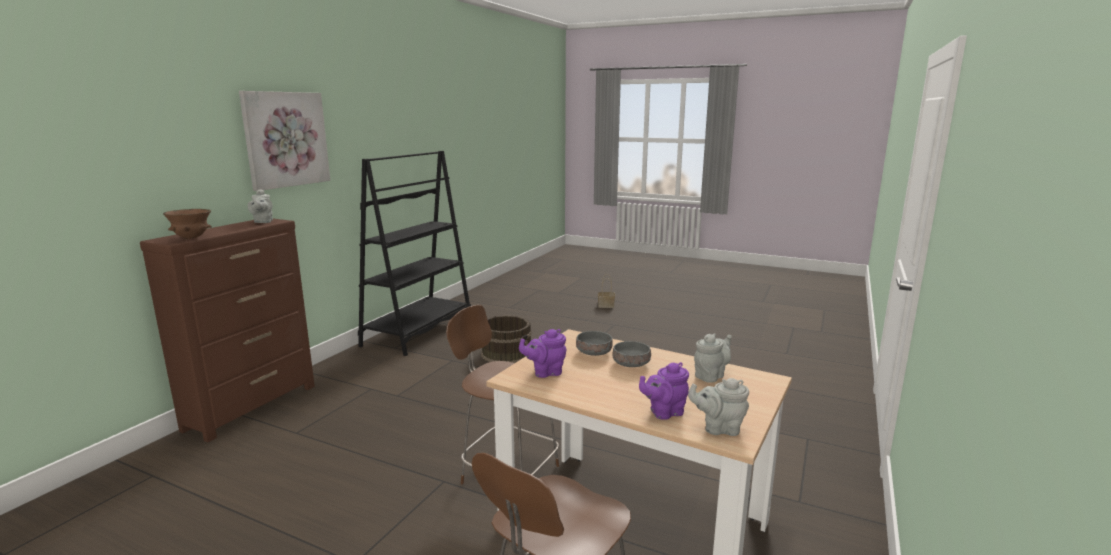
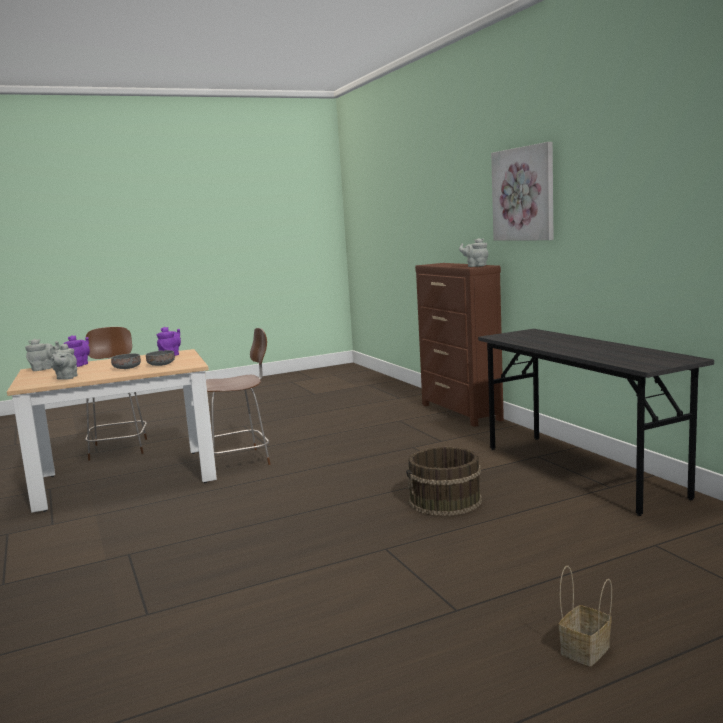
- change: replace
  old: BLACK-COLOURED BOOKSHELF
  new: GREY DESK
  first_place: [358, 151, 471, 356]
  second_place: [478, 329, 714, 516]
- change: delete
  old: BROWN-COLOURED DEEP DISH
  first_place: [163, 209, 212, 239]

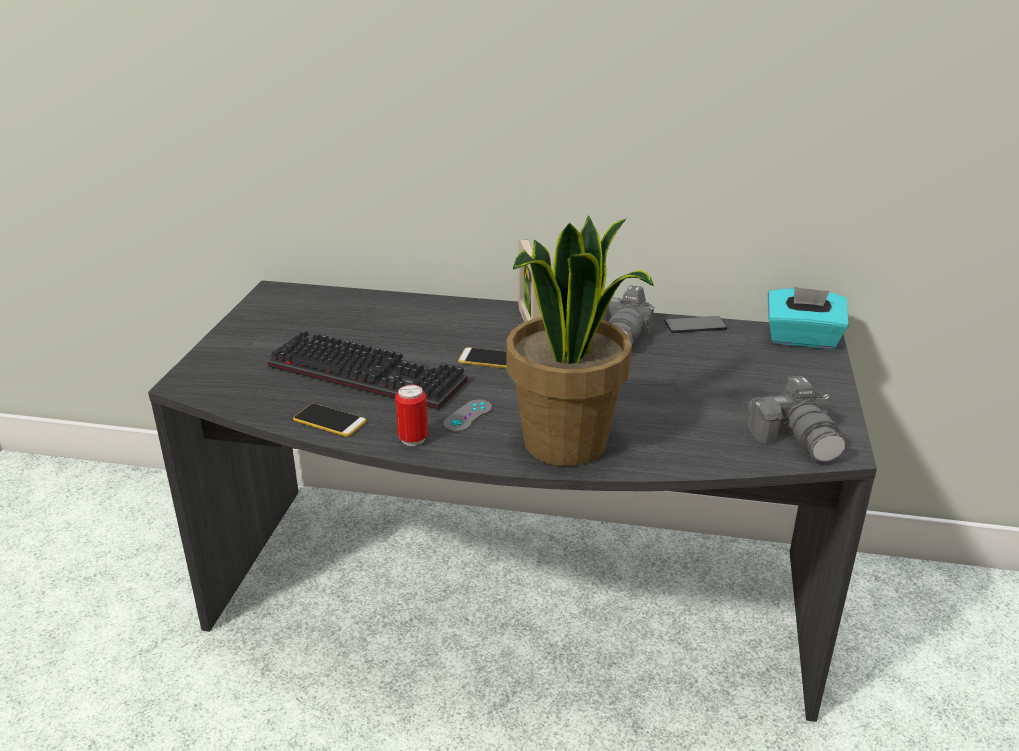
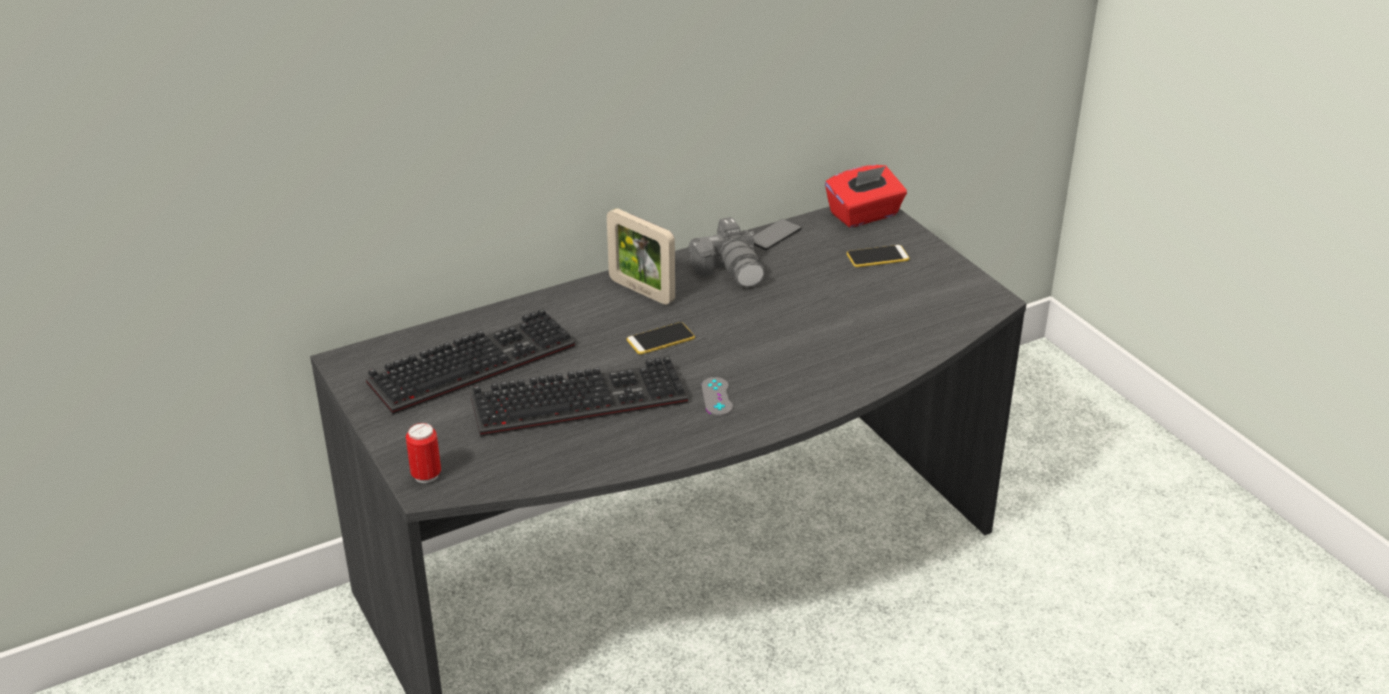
- change: insert
  new: COMPUTER KEYBOARD
  second_place: [366, 309, 575, 415]
- change: move
  old: CAN
  first_place: [395, 384, 428, 446]
  second_place: [406, 423, 441, 483]
- change: recolor
  old: TURQUOISE TISSUE BOX
  new: RED TISSUE BOX
  first_place: [768, 287, 849, 349]
  second_place: [825, 165, 907, 228]
- change: move
  old: PHONE
  first_place: [293, 403, 367, 437]
  second_place: [846, 245, 910, 267]
- change: delete
  old: HOUSEPLANT
  first_place: [507, 215, 654, 466]
- change: delete
  old: PHOTO CAMERA
  first_place: [747, 376, 846, 462]

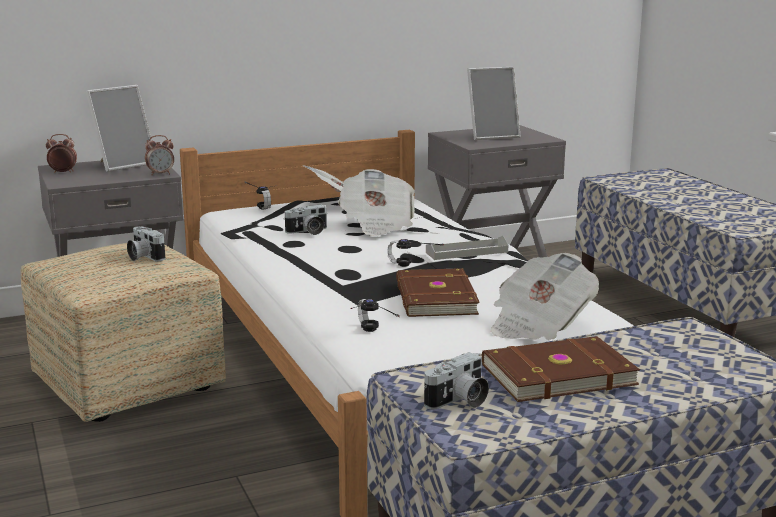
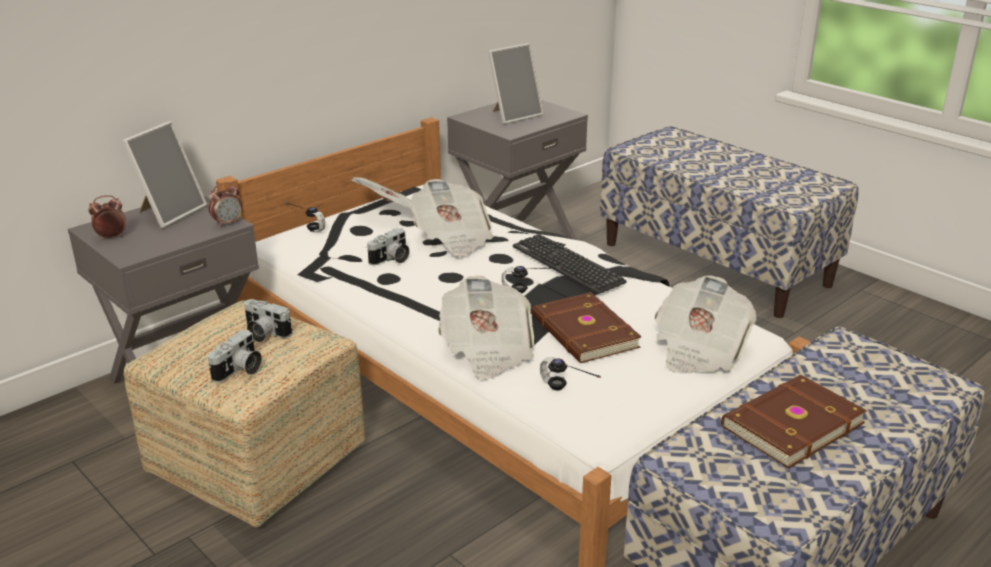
- change: move
  old: PHOTO CAMERA
  first_place: [424, 352, 489, 409]
  second_place: [208, 330, 262, 383]
- change: insert
  new: NEWSPAPER
  second_place: [438, 276, 534, 380]
- change: replace
  old: GREY SERVING TRAY
  new: COMPUTER KEYBOARD
  first_place: [426, 236, 508, 260]
  second_place: [513, 234, 627, 294]

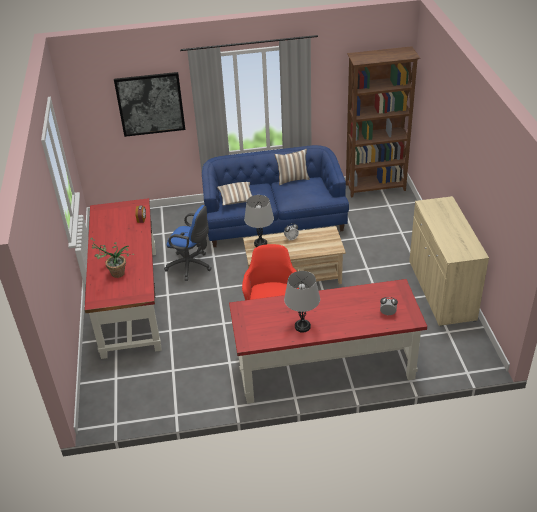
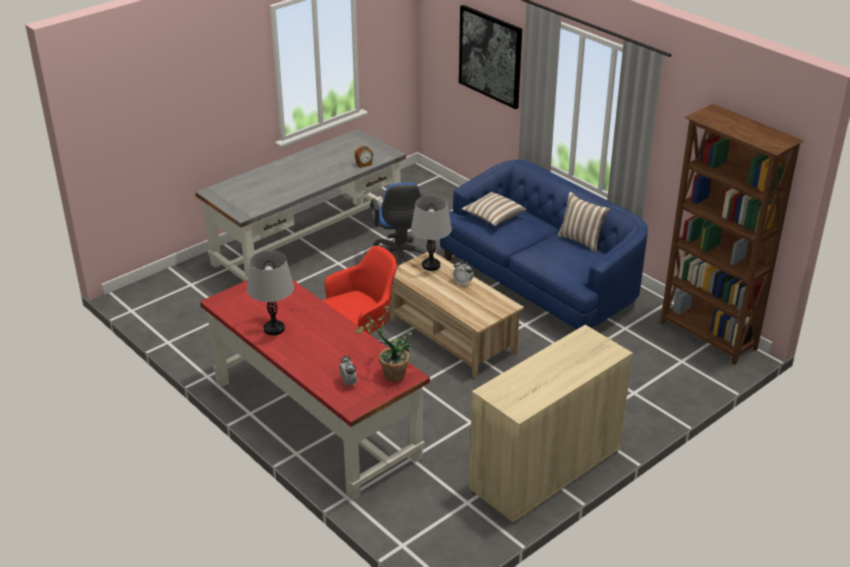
- change: recolor
  old: RED DESK
  new: GREY DESK
  first_place: [85, 198, 162, 359]
  second_place: [195, 129, 406, 281]
- change: move
  old: HOUSEPLANT
  first_place: [90, 238, 134, 278]
  second_place: [356, 306, 414, 381]

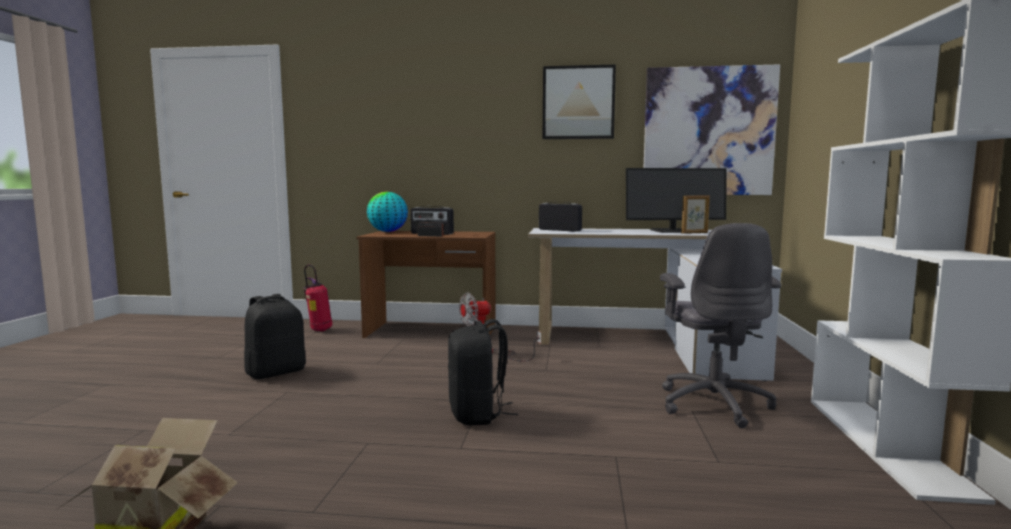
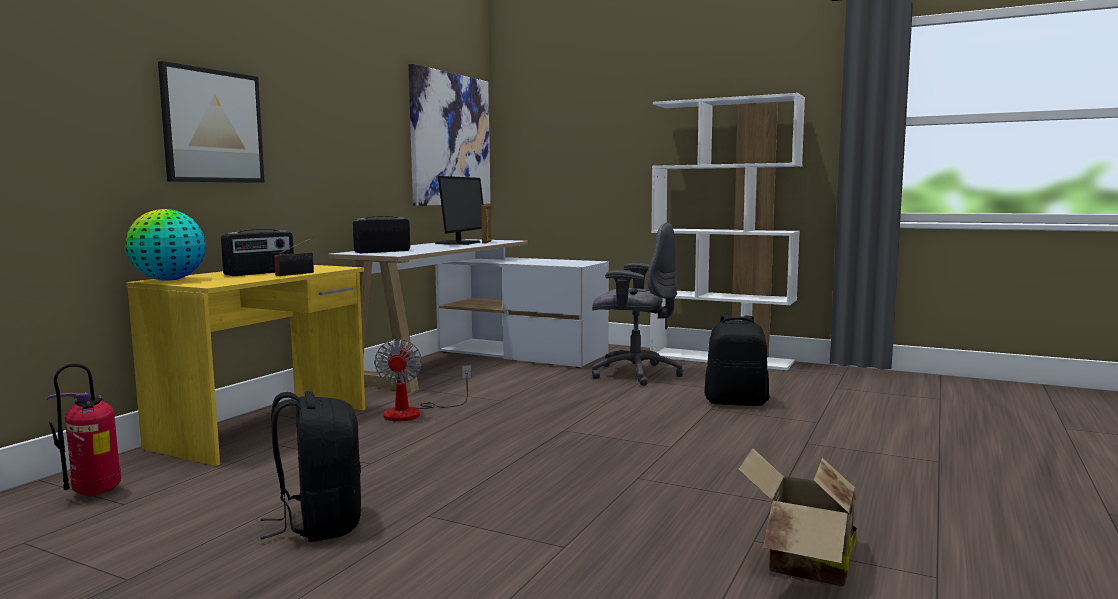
- change: recolor
  old: BROWN-COLOURED DESK
  new: YELLOW-COLOURED DESK
  first_place: [357, 231, 496, 338]
  second_place: [126, 265, 365, 466]
- change: move
  old: WALL ART
  first_place: [542, 64, 616, 139]
  second_place: [158, 61, 265, 183]
- change: move
  old: BLACK-COLOURED RUCKSACK
  first_place: [448, 319, 518, 425]
  second_place: [704, 315, 769, 406]

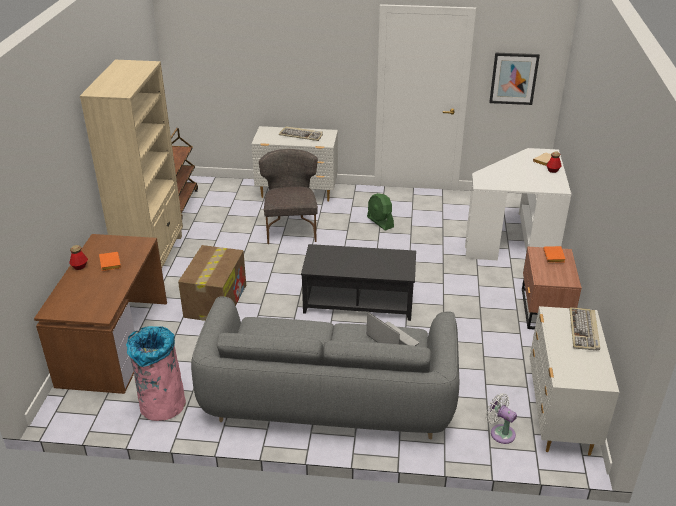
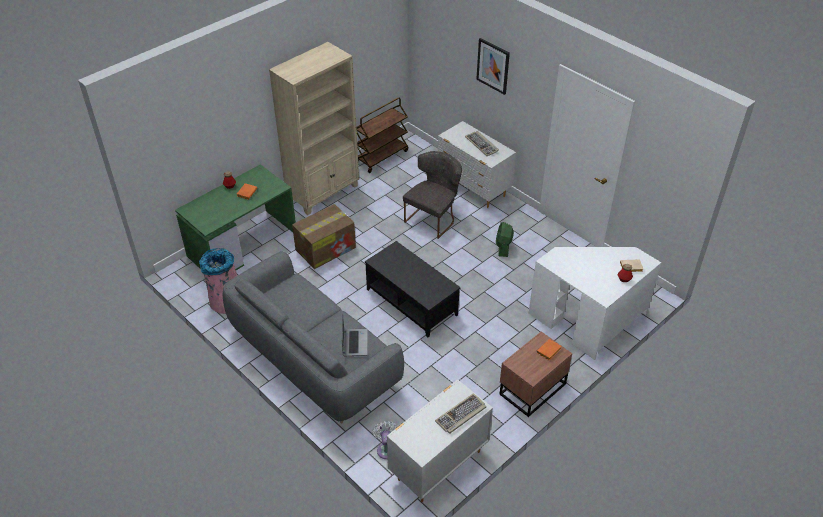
- change: recolor
  old: BROWN-COLOURED DESK
  new: GREEN DESK
  first_place: [34, 234, 167, 394]
  second_place: [175, 164, 296, 270]
- change: move
  old: WALL ART
  first_place: [489, 53, 540, 105]
  second_place: [476, 38, 510, 95]

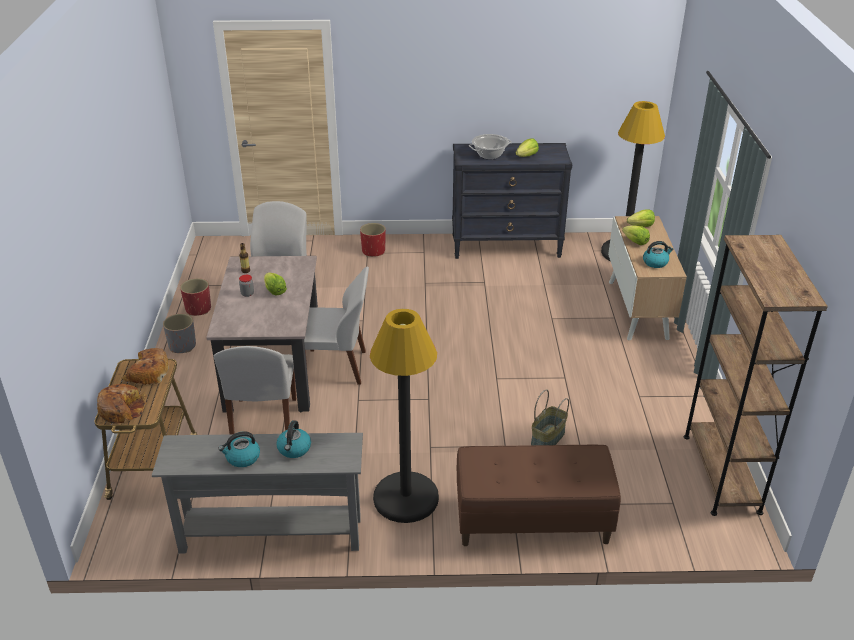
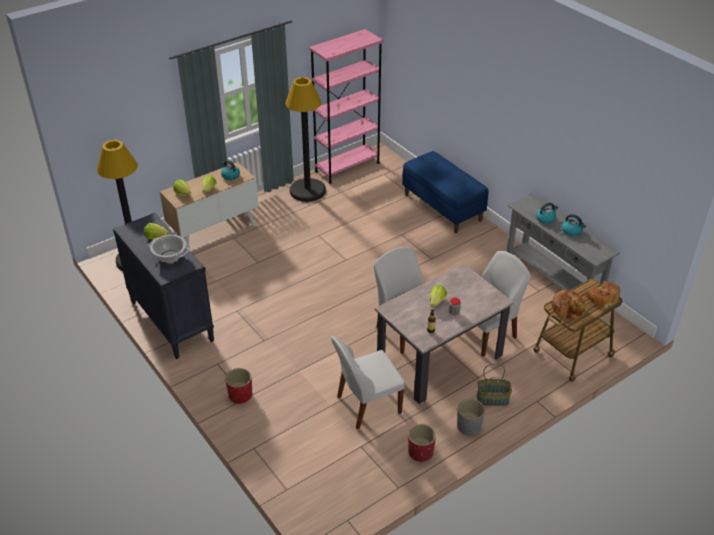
- change: move
  old: BLACK-COLOURED STANDING LAMP
  first_place: [370, 309, 439, 523]
  second_place: [285, 77, 326, 202]
- change: recolor
  old: BROWN-COLOURED BOOKSHELF
  new: PINK-COLOURED BOOKSHELF
  first_place: [684, 235, 828, 516]
  second_place: [309, 29, 384, 184]
- change: recolor
  old: BROWN-COLOURED INDOOR BENCH
  new: BLUE INDOOR BENCH
  first_place: [457, 444, 621, 546]
  second_place: [402, 151, 488, 233]
- change: move
  old: BASKET
  first_place: [531, 389, 569, 445]
  second_place: [477, 363, 512, 406]

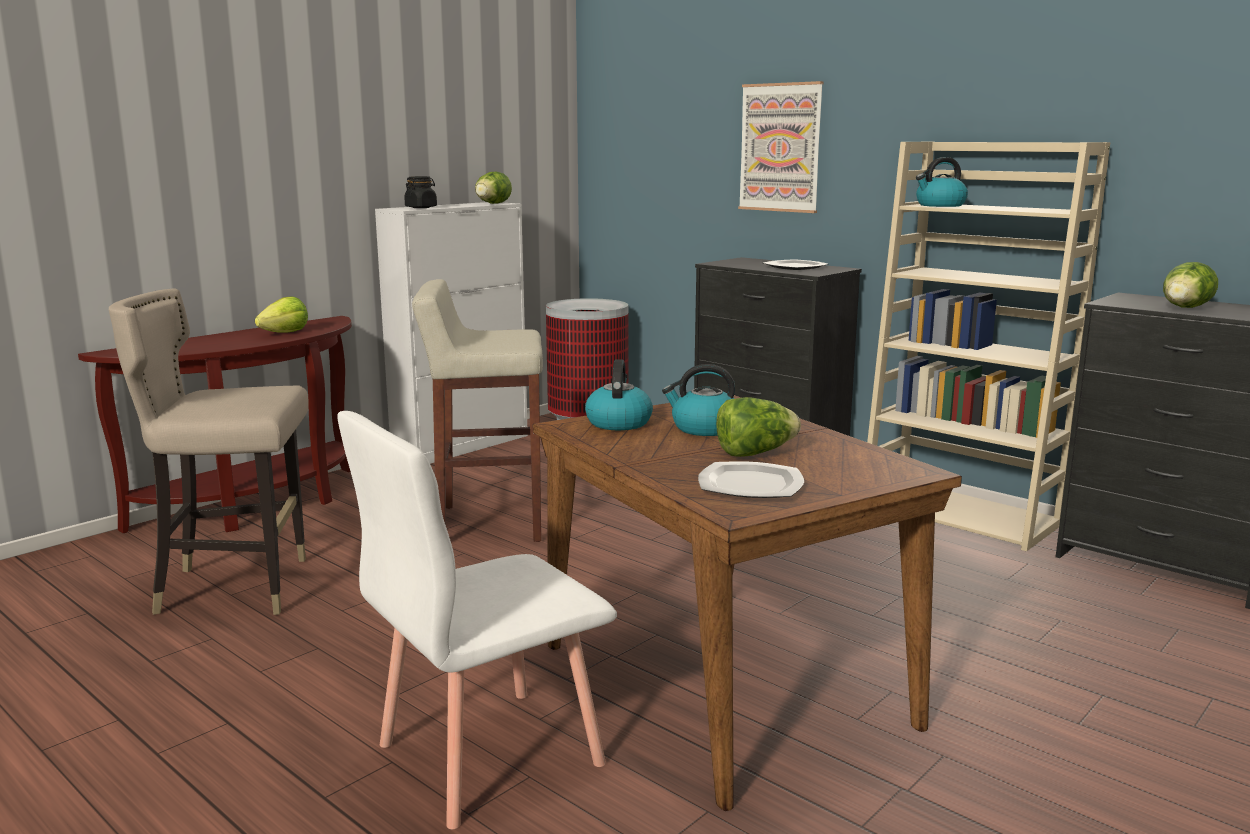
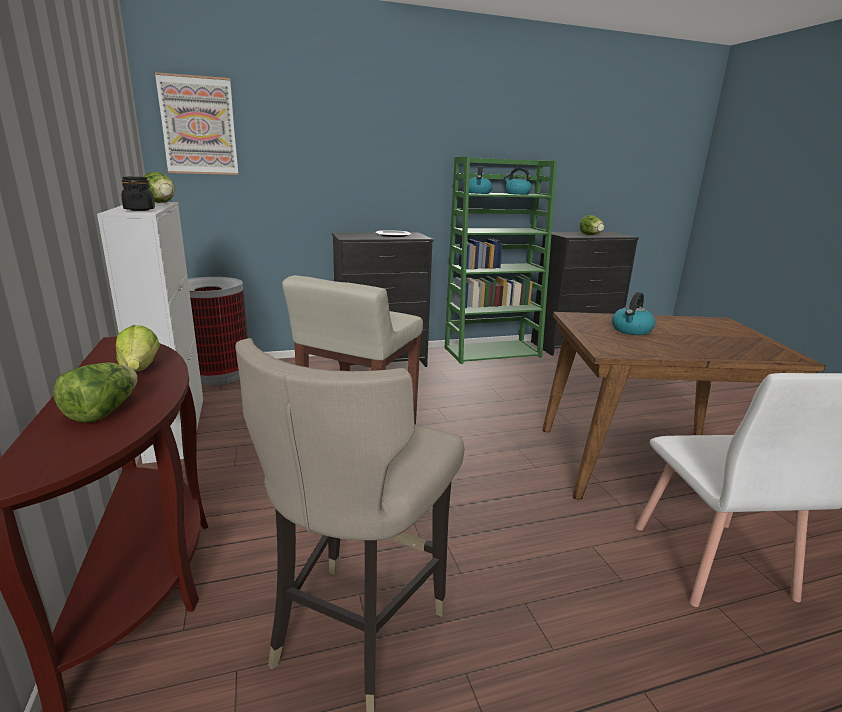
- change: move
  old: LETTUCE HEAD
  first_place: [716, 397, 801, 457]
  second_place: [53, 362, 138, 423]
- change: move
  old: WALL ART
  first_place: [738, 81, 824, 213]
  second_place: [155, 72, 238, 175]
- change: recolor
  old: SAND-COLOURED BOOKSHELF
  new: GREEN BOOKSHELF
  first_place: [867, 142, 1110, 552]
  second_place: [445, 157, 557, 364]
- change: move
  old: WATER KETTLE
  first_place: [585, 360, 653, 430]
  second_place: [504, 168, 532, 195]
- change: delete
  old: DINNER PLATE
  first_place: [698, 461, 804, 498]

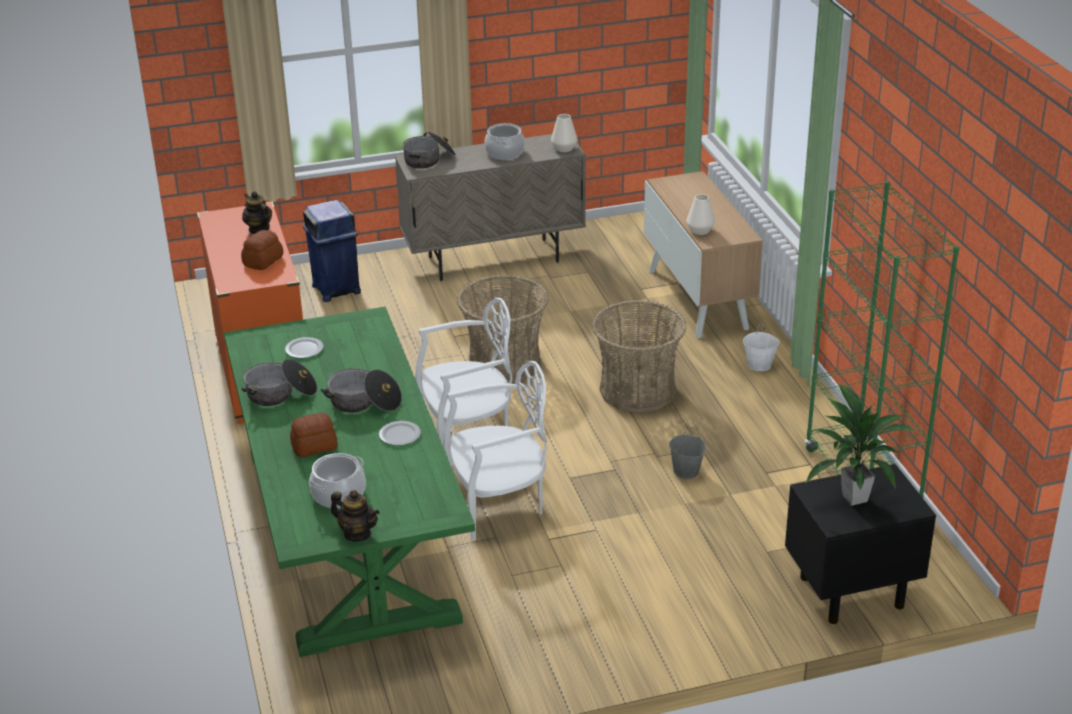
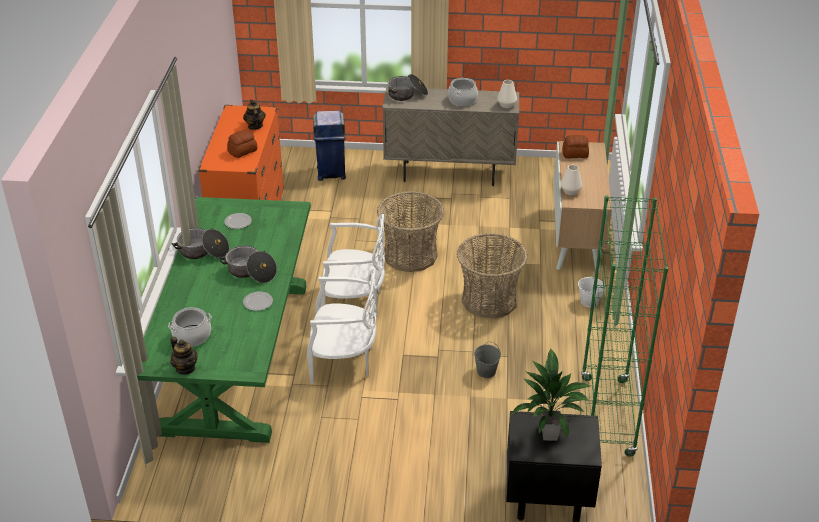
- change: move
  old: BAKERY BREAD
  first_place: [290, 413, 337, 457]
  second_place: [562, 135, 589, 158]

